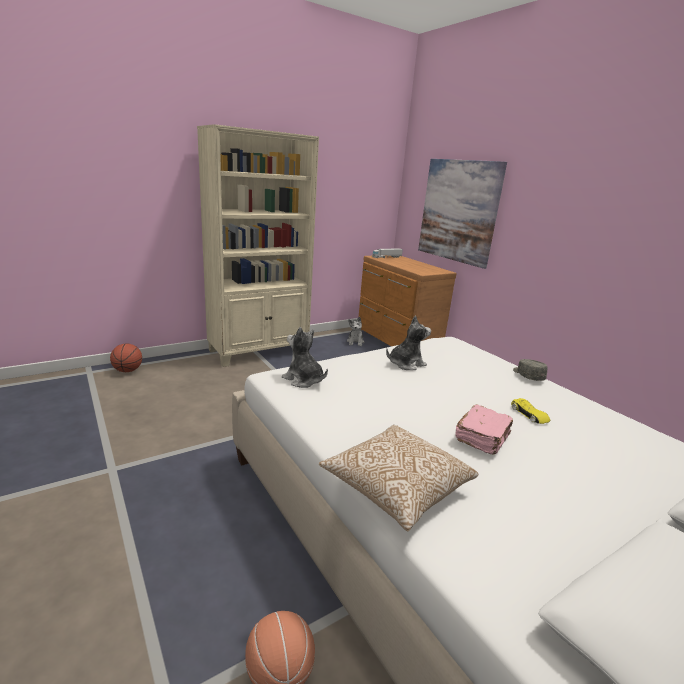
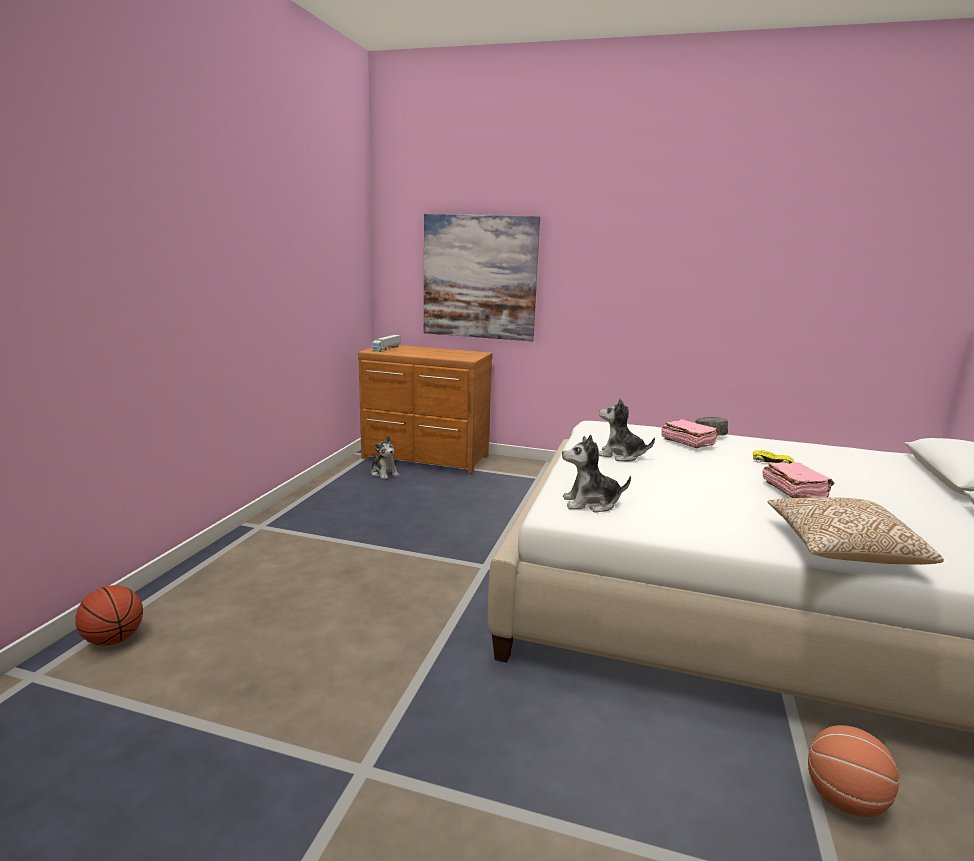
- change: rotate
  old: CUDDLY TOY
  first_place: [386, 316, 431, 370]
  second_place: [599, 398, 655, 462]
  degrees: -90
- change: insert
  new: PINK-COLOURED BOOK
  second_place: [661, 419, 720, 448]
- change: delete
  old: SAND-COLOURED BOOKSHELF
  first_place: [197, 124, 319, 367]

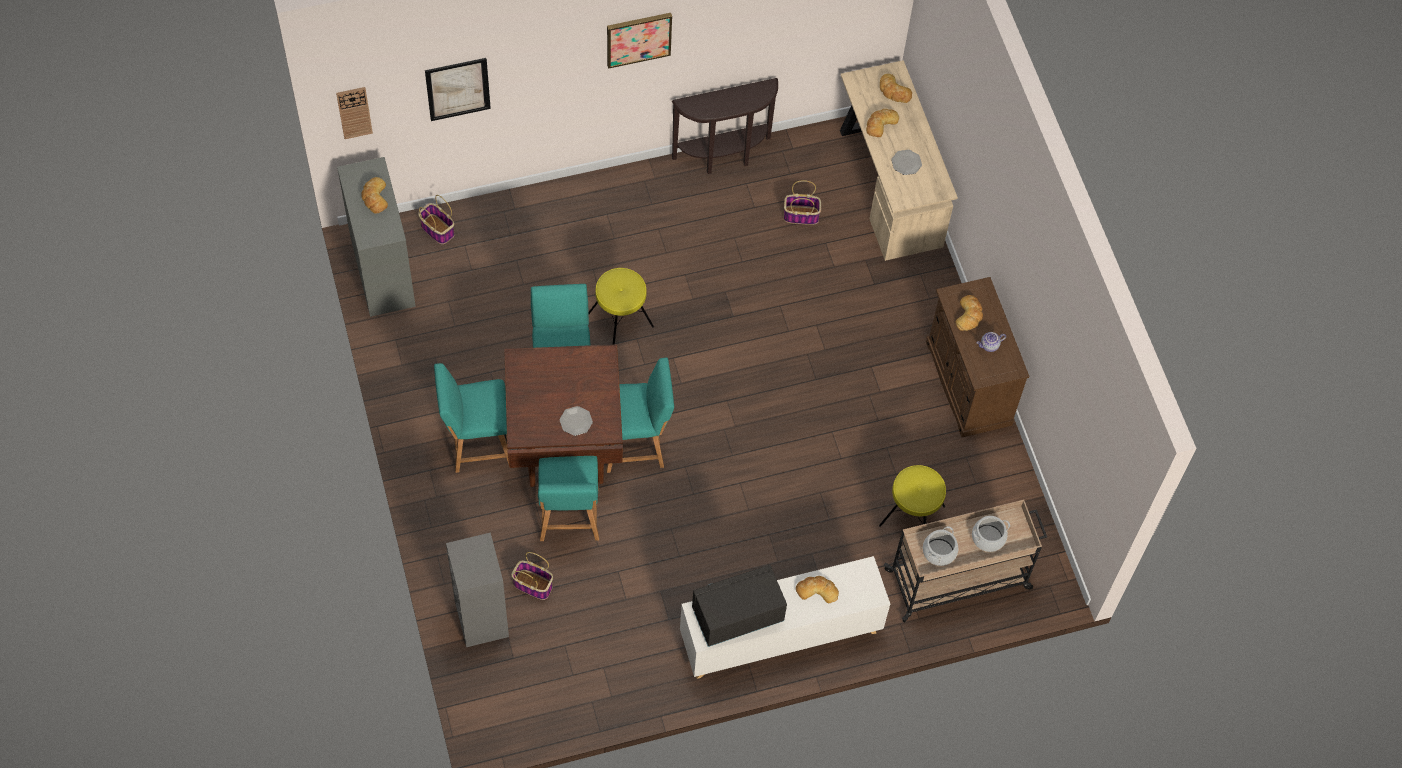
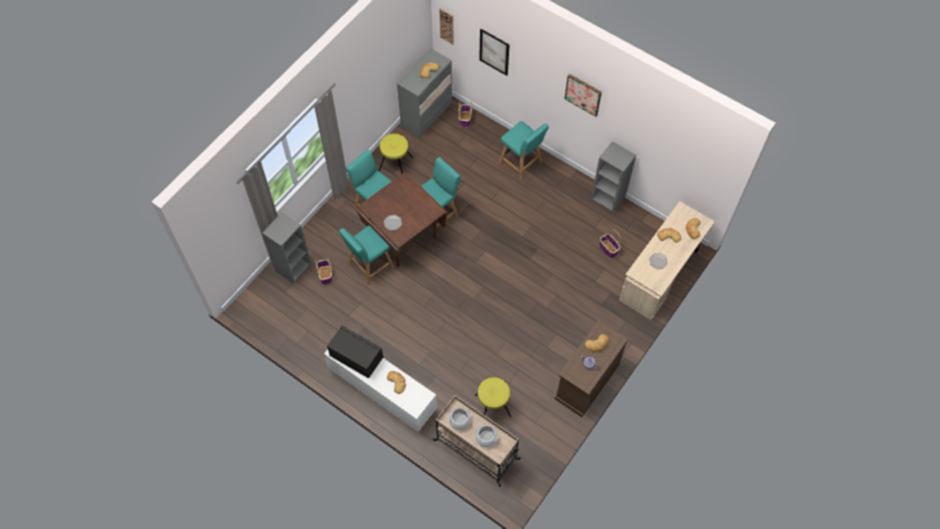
- change: move
  old: YELLOW-COLOURED STOOL SEAT
  first_place: [589, 268, 654, 344]
  second_place: [379, 134, 413, 174]
- change: move
  old: TURQUOISE UPRIGHT CHAIR
  first_place: [606, 358, 674, 473]
  second_place: [499, 121, 549, 181]
- change: replace
  old: BROWN-COLOURED HALL TABLE
  new: GREY BOOKSHELF
  first_place: [672, 78, 778, 174]
  second_place: [591, 141, 636, 213]

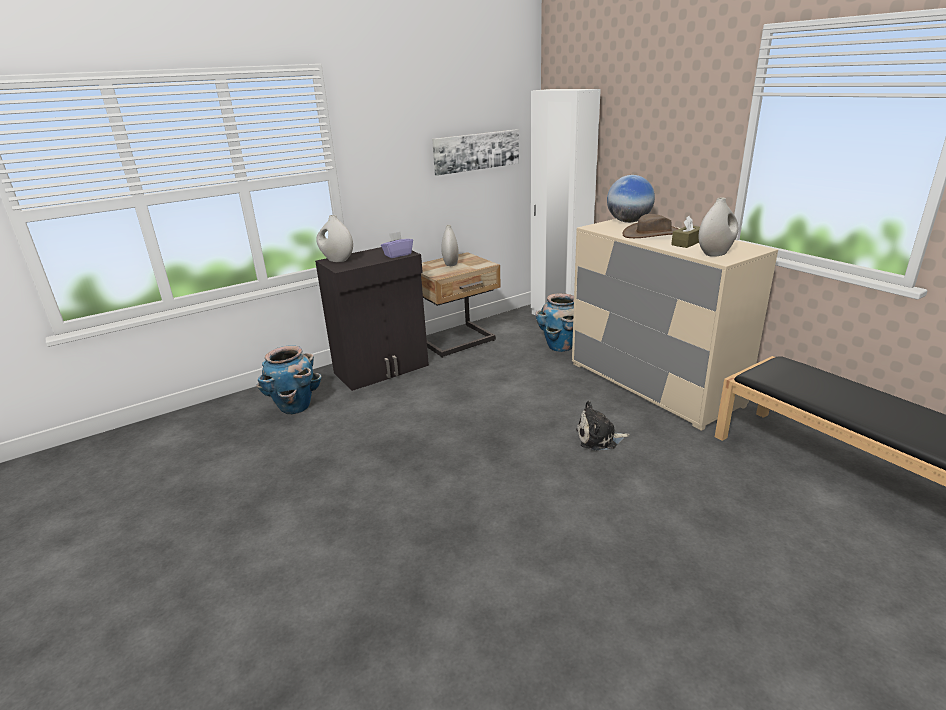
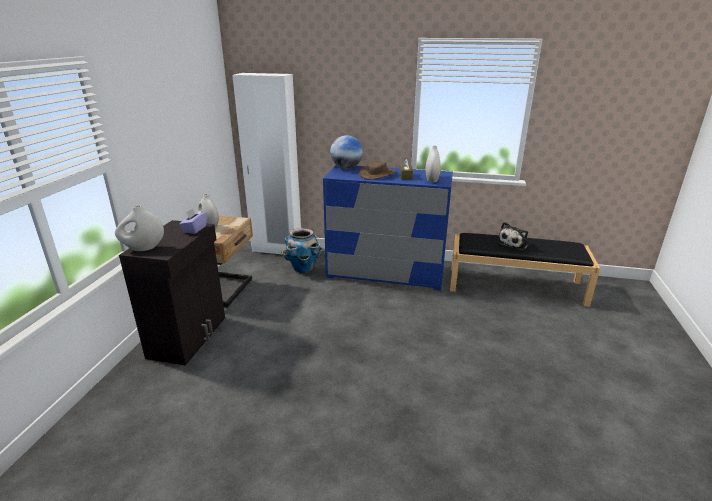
- change: recolor
  old: SAND-COLOURED DRAWER CHEST
  new: BLUE DRAWER CHEST
  first_place: [572, 219, 778, 431]
  second_place: [323, 165, 453, 290]
- change: move
  old: CUDDLY TOY
  first_place: [576, 401, 630, 451]
  second_place: [497, 222, 529, 250]
- change: delete
  old: PLANT POT
  first_place: [256, 345, 322, 414]
- change: delete
  old: WALL ART
  first_place: [432, 129, 519, 176]

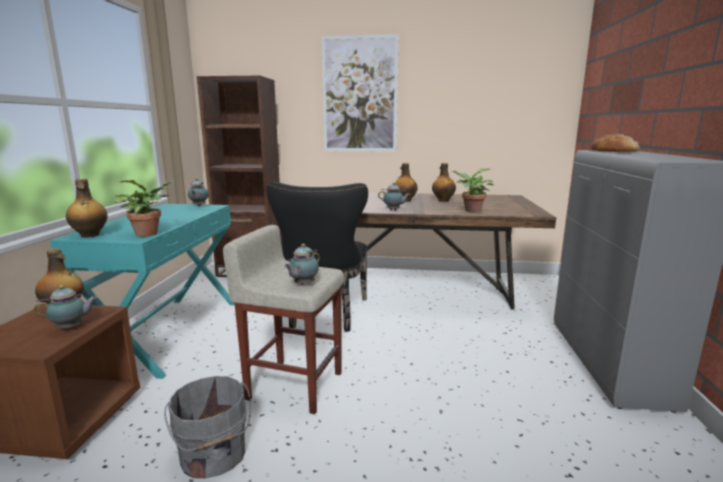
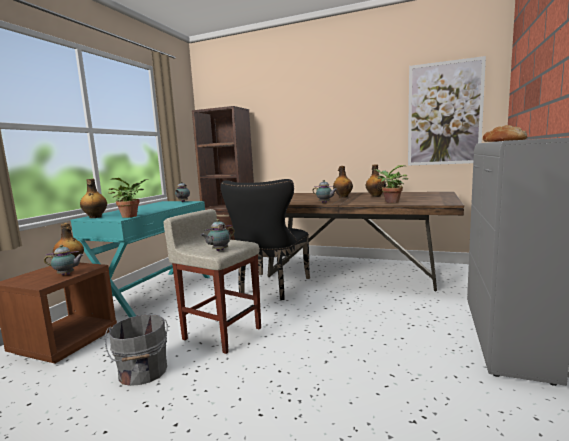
- change: move
  old: WALL ART
  first_place: [321, 34, 399, 152]
  second_place: [408, 56, 486, 166]

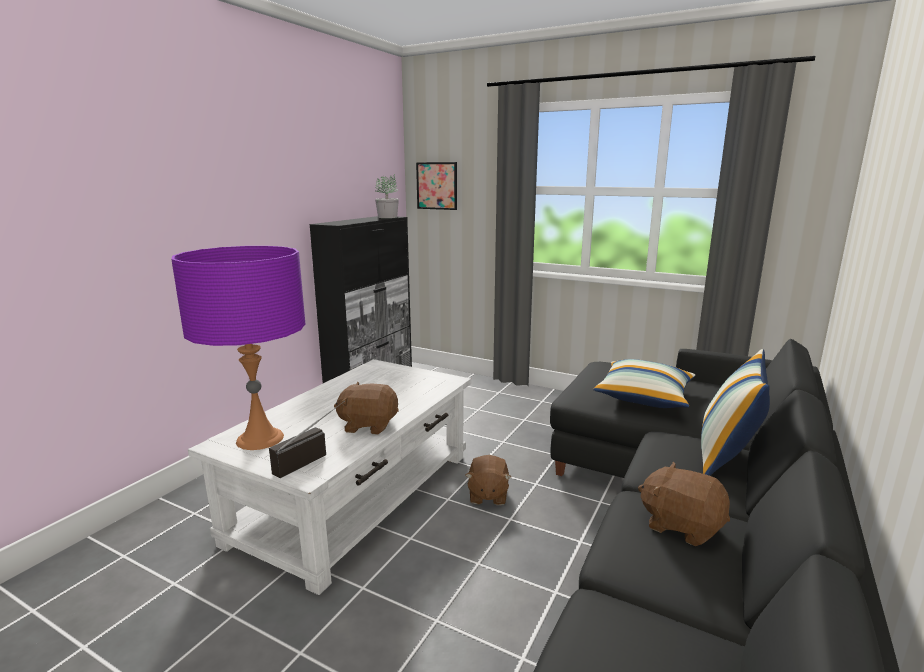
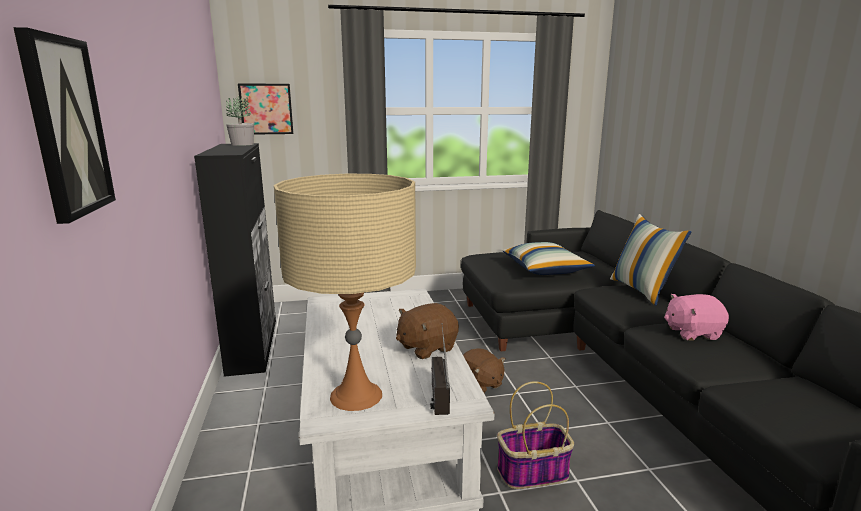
- change: insert
  new: WALL ART
  second_place: [13, 27, 116, 224]
- change: recolor
  old: PURPLE TABLETOP LAMP
  new: SAND-COLOURED TABLETOP LAMP
  first_place: [171, 246, 305, 450]
  second_place: [274, 174, 416, 411]
- change: insert
  new: BASKET
  second_place: [497, 381, 574, 489]
- change: recolor
  old: BROWN-COLOURED CUDDLY TOY
  new: PINK-COLOURED CUDDLY TOY
  first_place: [638, 462, 730, 546]
  second_place: [664, 294, 729, 340]

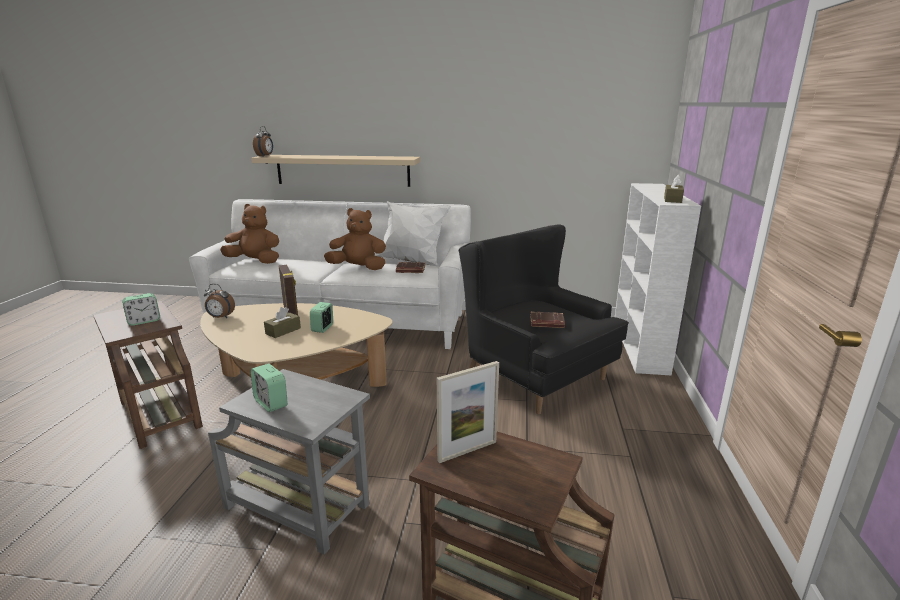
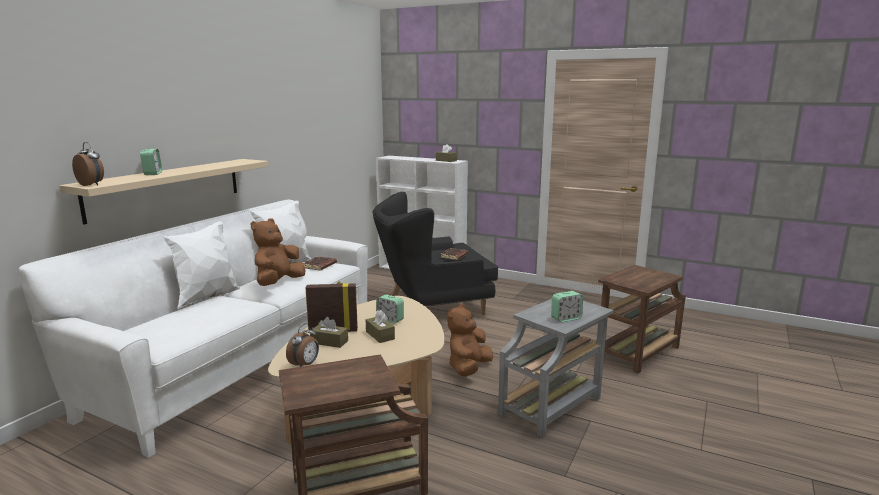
- change: move
  old: ALARM CLOCK
  first_place: [122, 293, 160, 326]
  second_place: [140, 149, 162, 175]
- change: insert
  new: WHITE-COLOURED PILLOW
  second_place: [161, 221, 240, 309]
- change: insert
  new: BROWN-COLOURED TISSUE BOX
  second_place: [311, 317, 348, 348]
- change: move
  old: BROWN-COLOURED CUDDLY TOY
  first_place: [220, 204, 279, 264]
  second_place: [447, 304, 493, 377]
- change: delete
  old: PHOTO FRAME
  first_place: [437, 361, 499, 463]

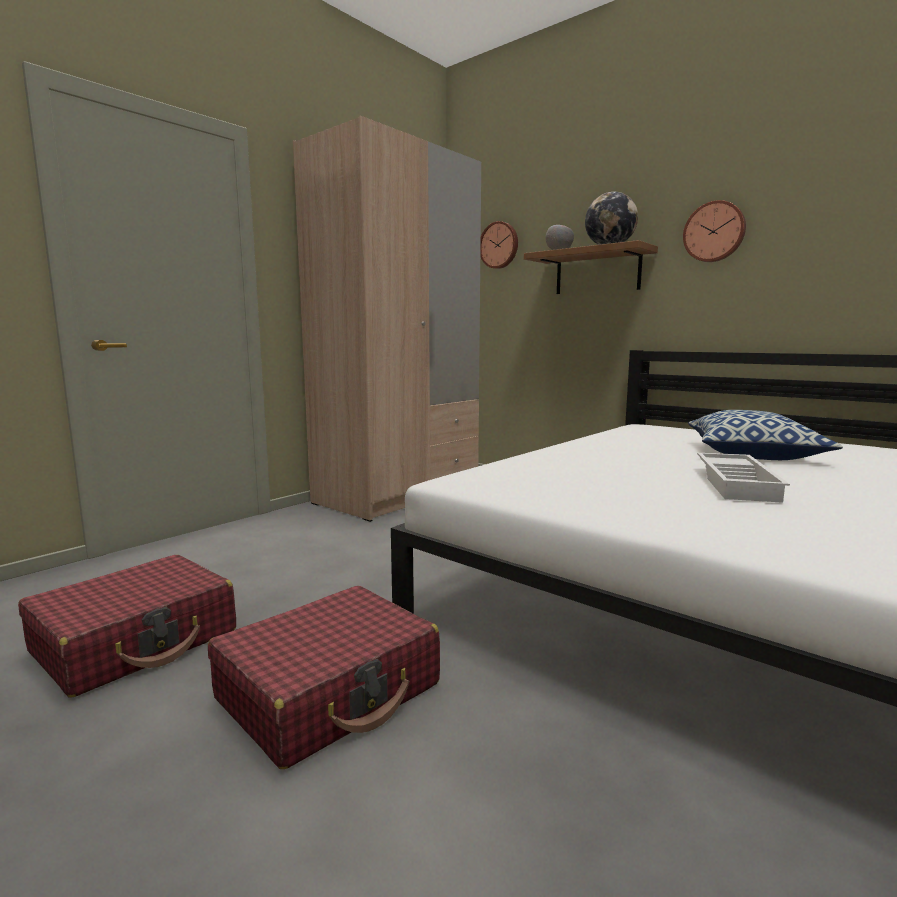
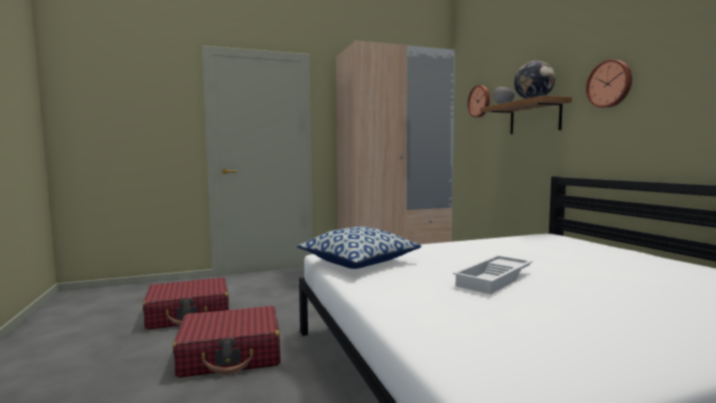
- change: move
  old: PILLOW
  first_place: [688, 410, 843, 460]
  second_place: [297, 226, 422, 269]

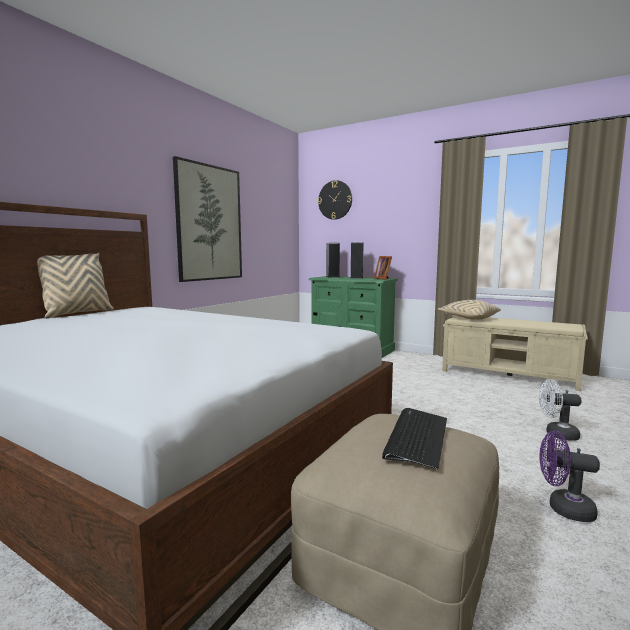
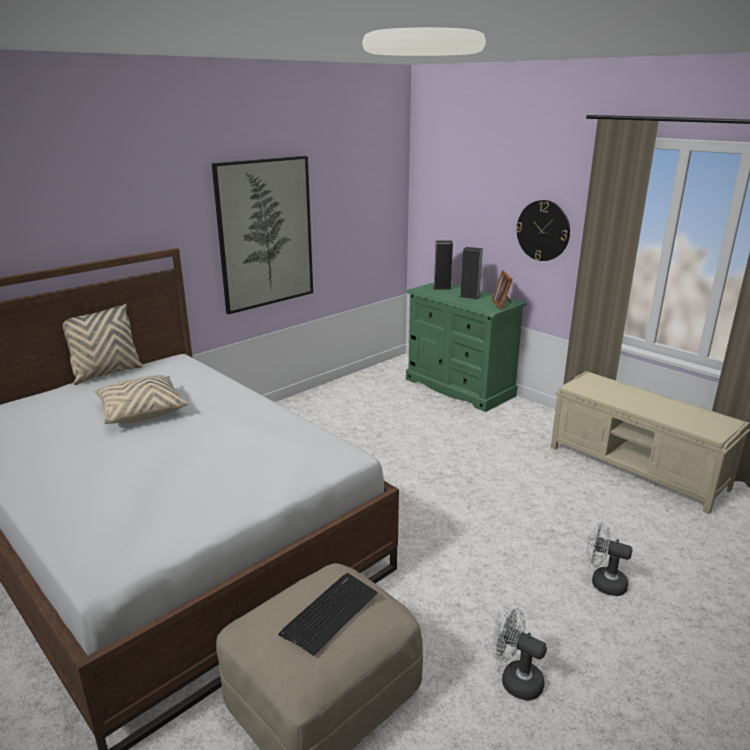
- change: move
  old: SAND-COLOURED PILLOW
  first_place: [438, 300, 501, 320]
  second_place: [94, 375, 188, 424]
- change: recolor
  old: PURPLE ELECTRIC FAN
  new: WHITE-COLOURED ELECTRIC FAN
  first_place: [540, 430, 600, 522]
  second_place: [492, 608, 547, 701]
- change: move
  old: CLOCK ON THE WALL
  first_place: [318, 180, 352, 220]
  second_place: [516, 200, 570, 261]

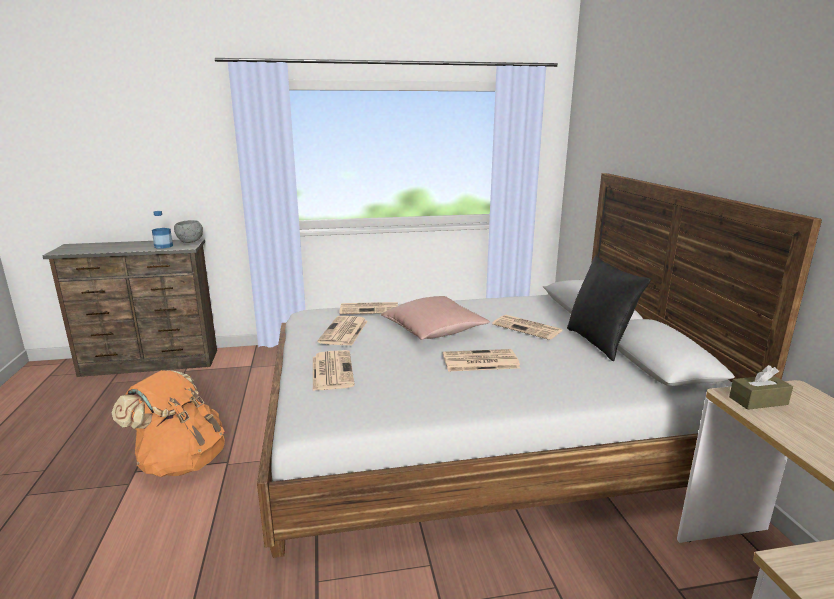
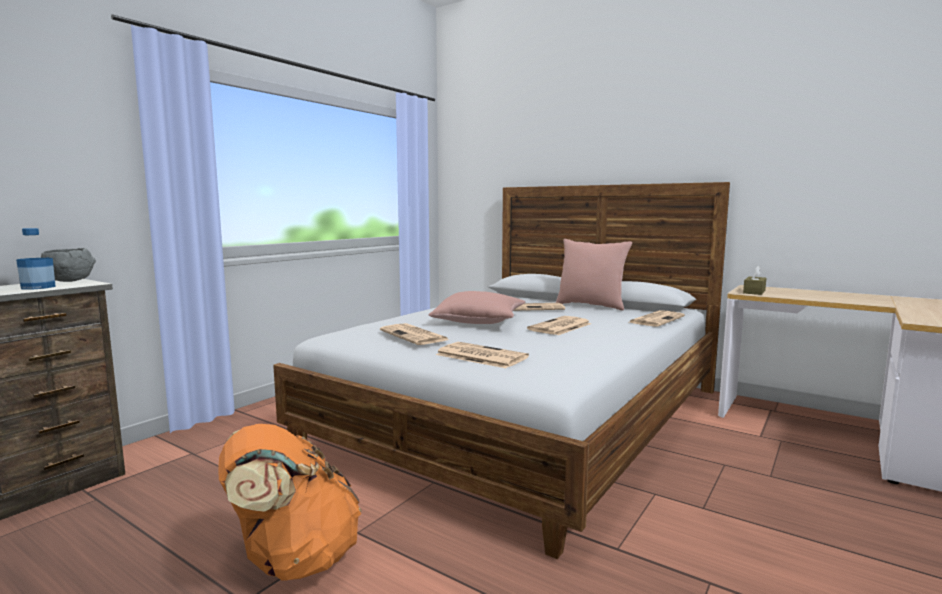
- change: recolor
  old: BLACK-COLOURED PILLOW
  new: PINK-COLOURED PILLOW
  first_place: [567, 255, 651, 361]
  second_place: [555, 239, 632, 310]
- change: move
  old: NEWSPAPER
  first_place: [339, 302, 398, 314]
  second_place: [630, 310, 685, 326]

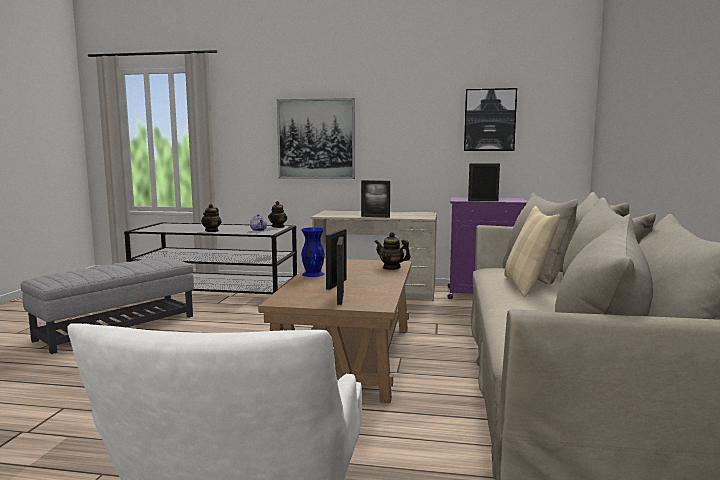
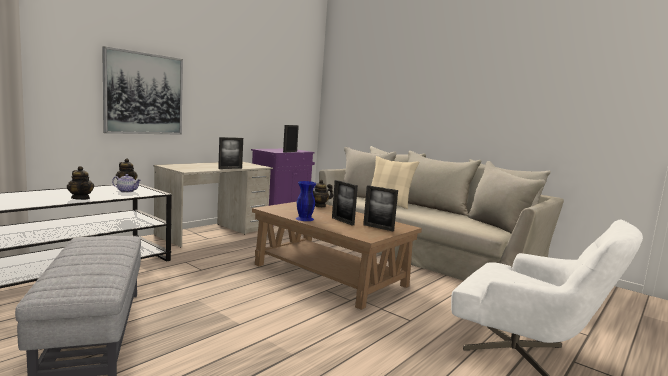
- change: delete
  old: WALL ART
  first_place: [464, 88, 517, 151]

